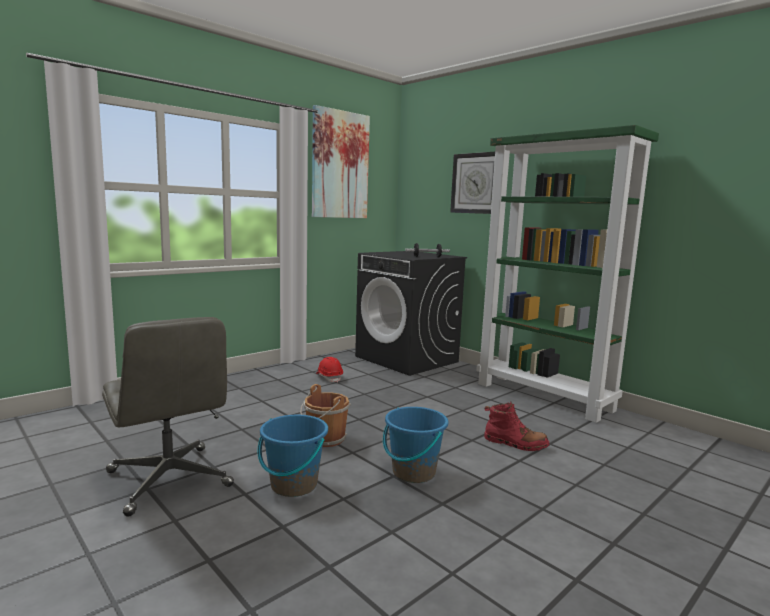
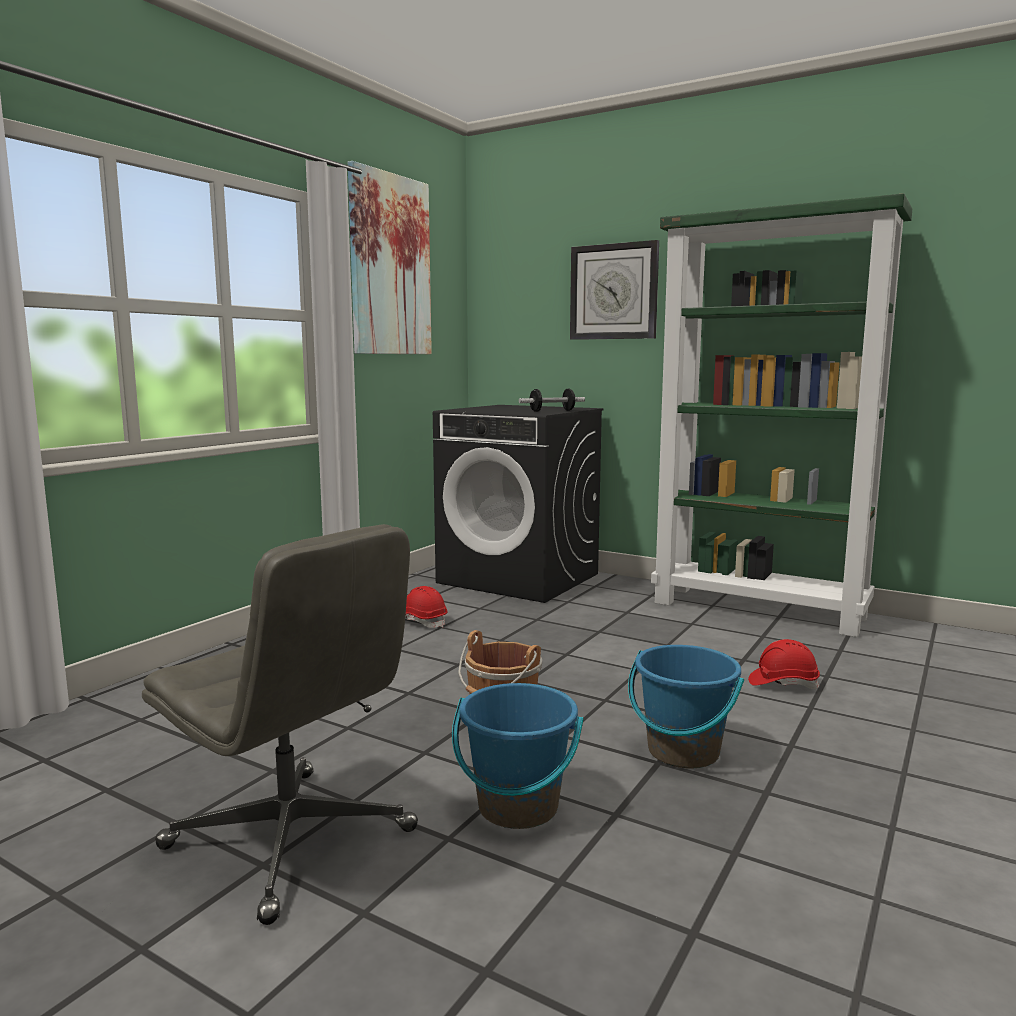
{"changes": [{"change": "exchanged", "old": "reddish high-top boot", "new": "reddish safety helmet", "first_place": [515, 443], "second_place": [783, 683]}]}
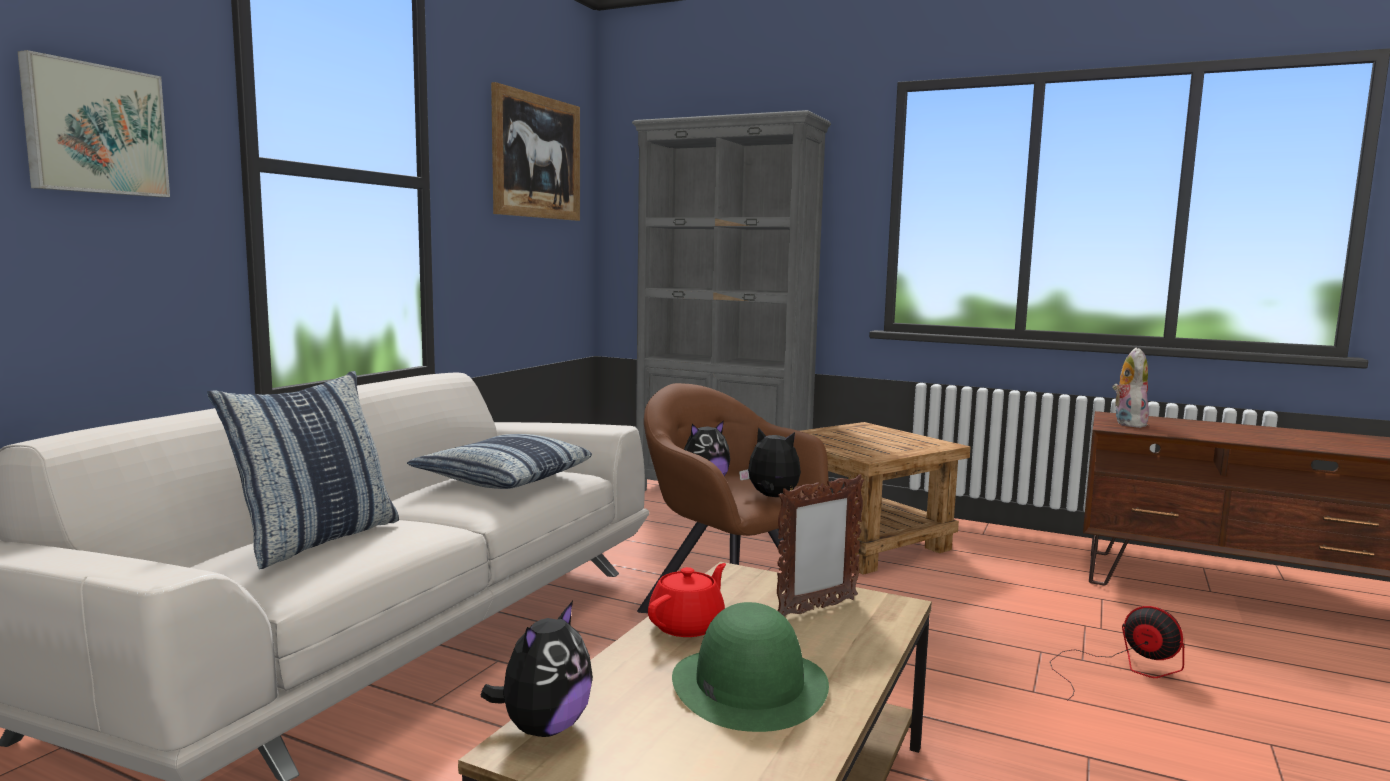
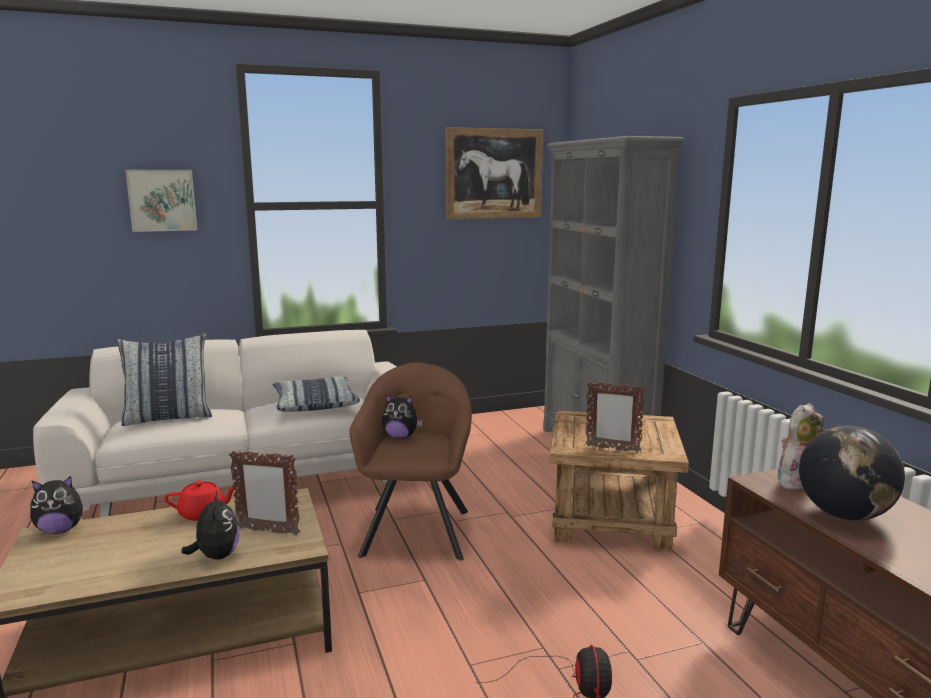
{"changes": [{"change": "relocated", "old": "cuddly toy", "first_place": [771, 497], "second_place": [216, 556]}, {"change": "appeared", "new": "photo frame", "second_place": [612, 449]}, {"change": "appeared", "new": "desk globe", "second_place": [844, 515]}, {"change": "missing", "old": "green-coloured wearable hat", "first_place": [749, 685]}]}
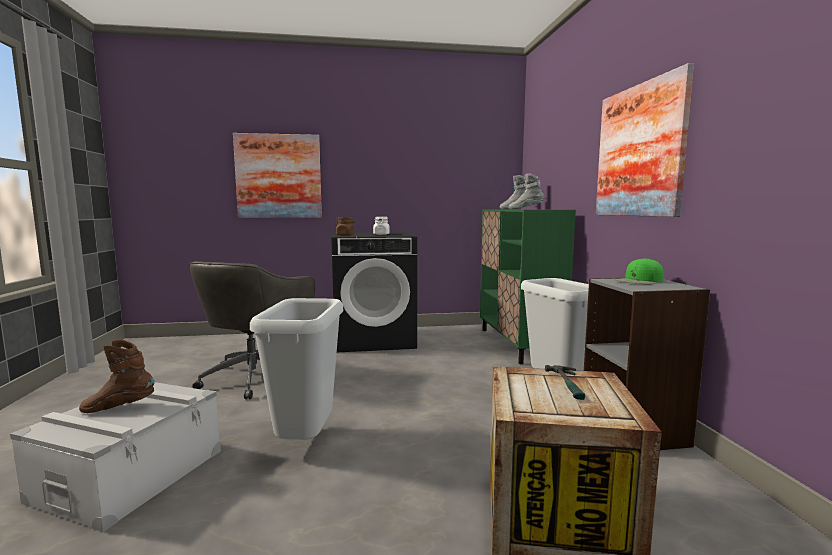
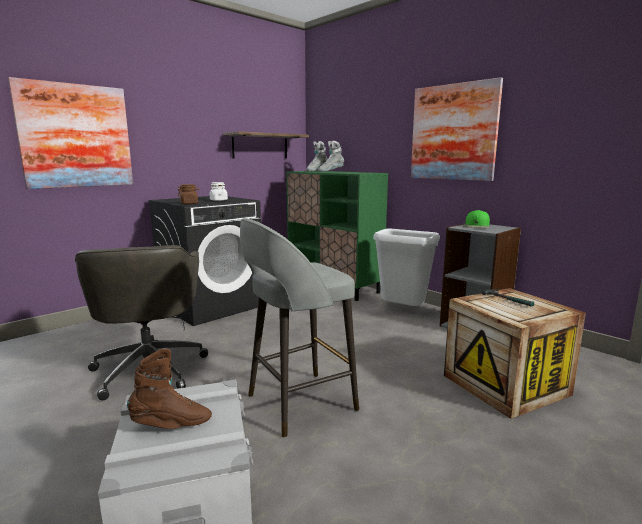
{"changes": [{"change": "spun", "old": "brown high-top boot", "first_place": [119, 408], "second_place": [171, 424], "degrees": -150}, {"change": "appeared", "new": "bracket shelf", "second_place": [260, 146]}, {"change": "exchanged", "old": "grey rubbish bin", "new": "grey stool", "first_place": [304, 442], "second_place": [298, 403]}]}
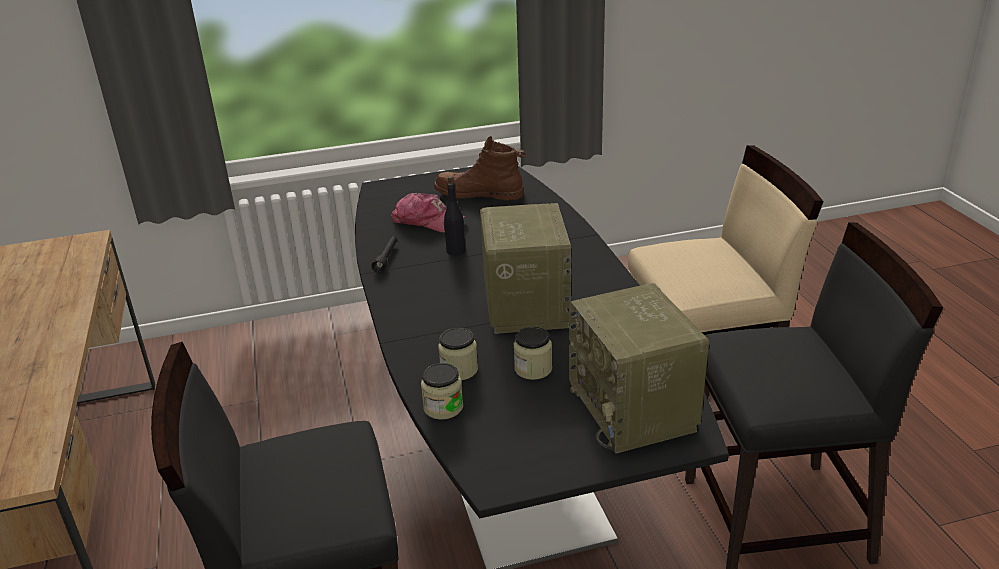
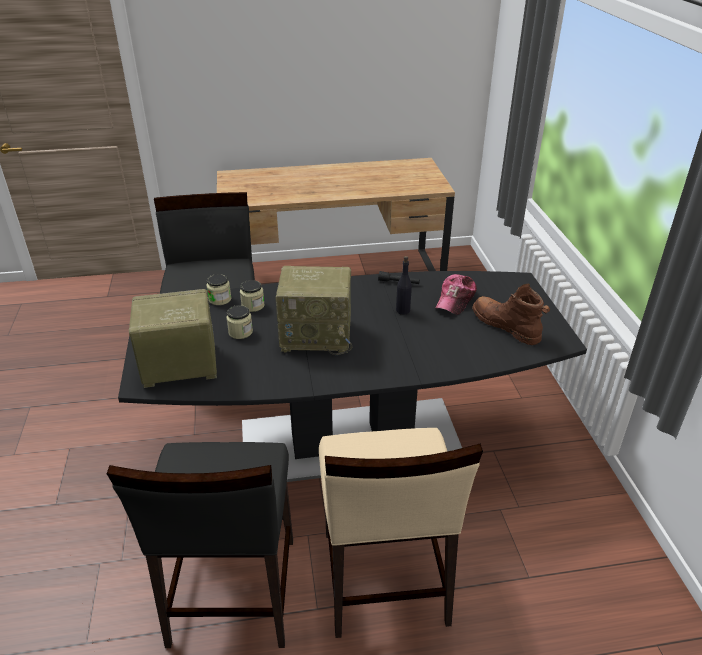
{"changes": [{"change": "spun", "old": "brown high-top boot", "first_place": [479, 194], "second_place": [506, 326], "degrees": -60}]}
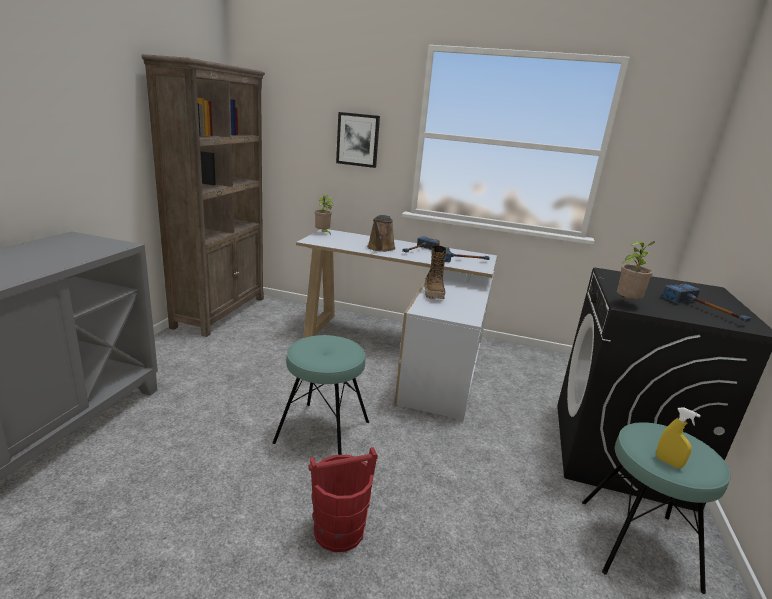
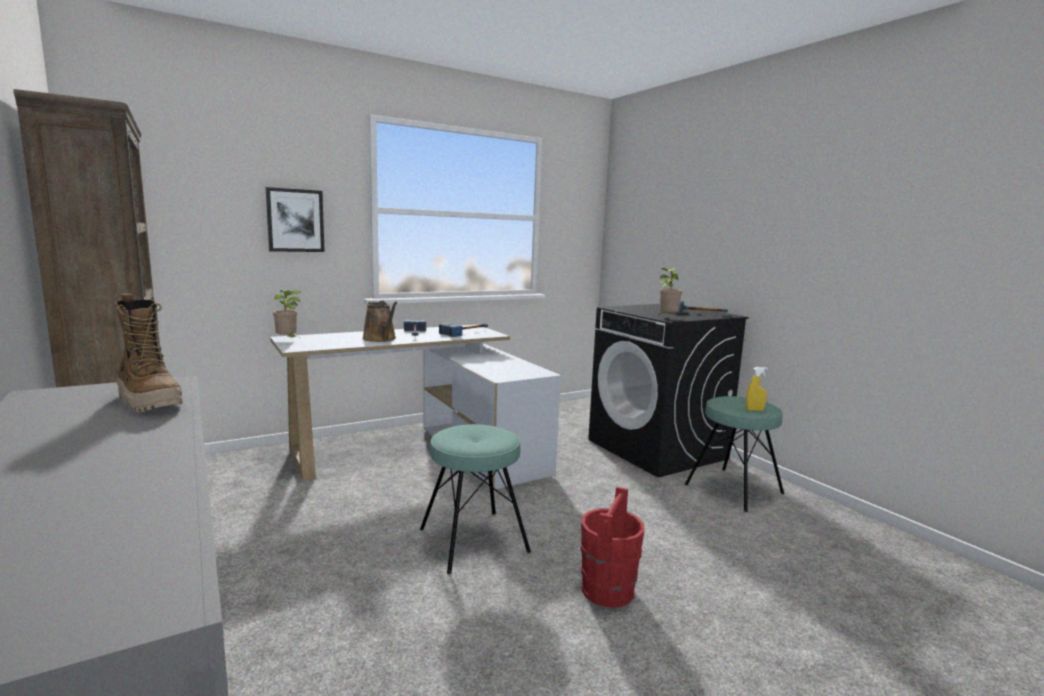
{"changes": [{"change": "relocated", "old": "high-top boot", "first_place": [433, 293], "second_place": [150, 402]}]}
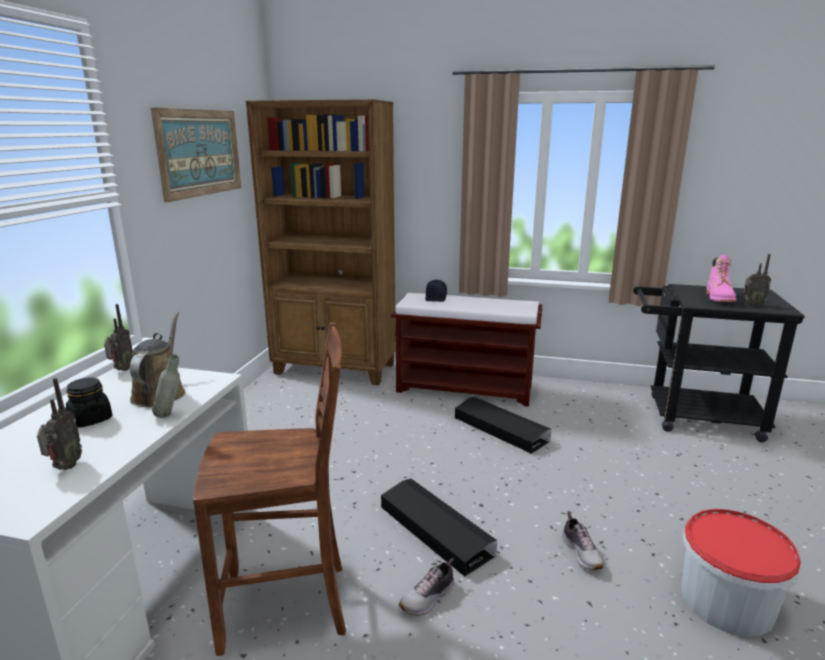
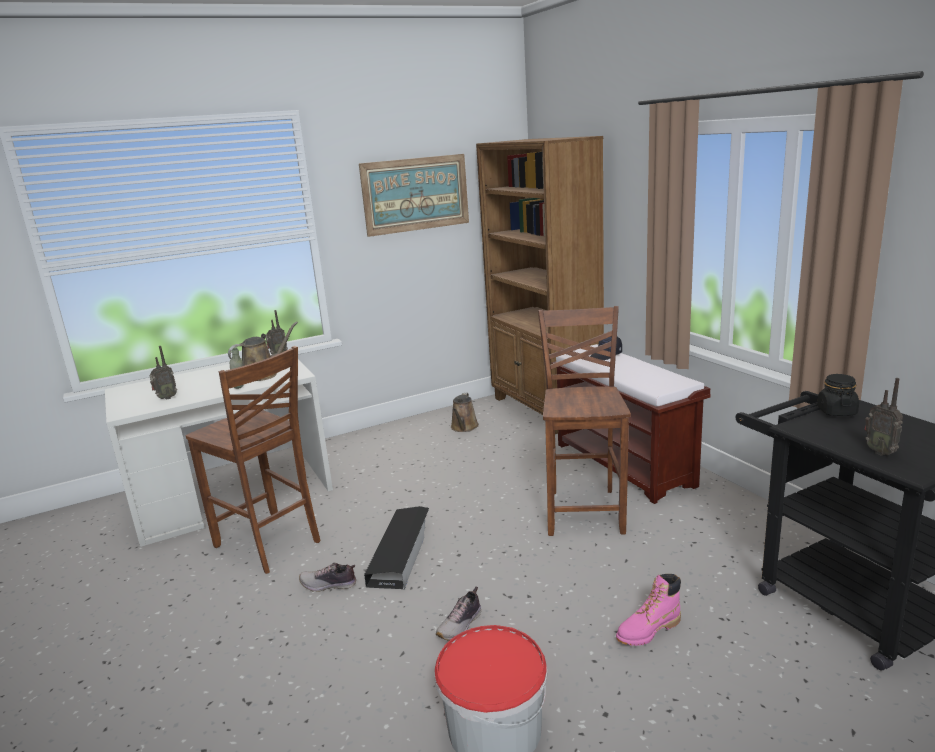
{"changes": [{"change": "appeared", "new": "brown watering can", "second_place": [464, 427]}, {"change": "exchanged", "old": "black storage bin", "new": "brown chair", "first_place": [500, 429], "second_place": [585, 511]}, {"change": "relocated", "old": "pink-coloured high-top boot", "first_place": [719, 298], "second_place": [648, 630]}, {"change": "relocated", "old": "black preserve jar", "first_place": [91, 419], "second_place": [836, 411]}]}
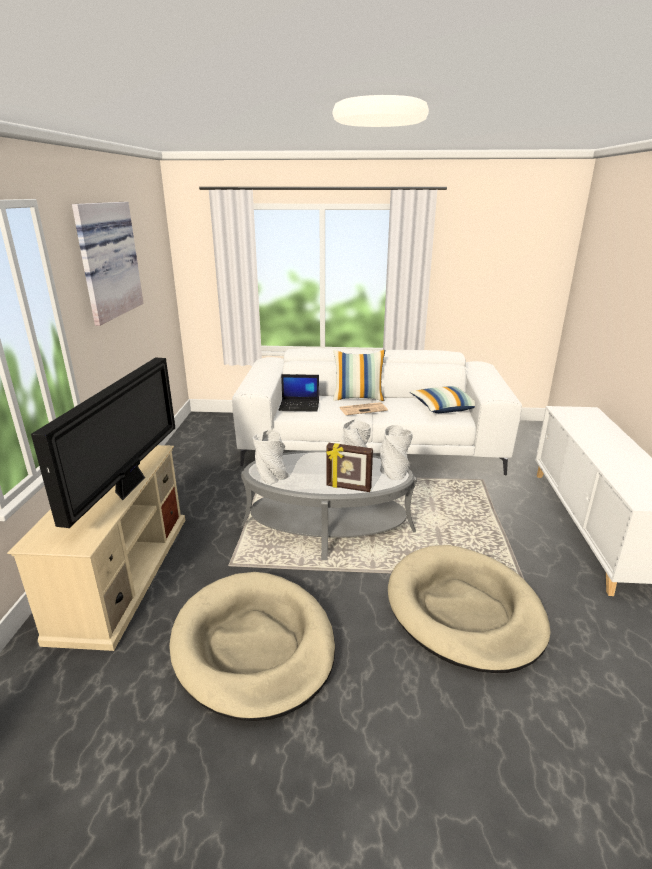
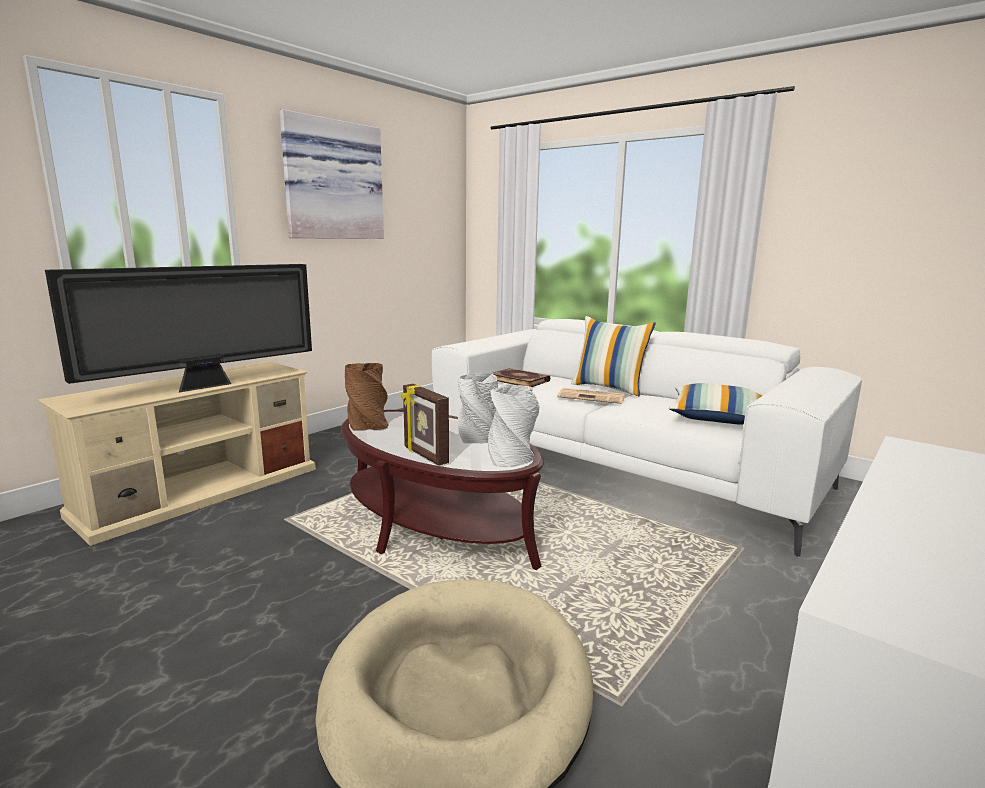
{"changes": [{"change": "colour", "old": "grey low table", "new": "brown low table", "first_place": [327, 527], "second_place": [436, 524]}, {"change": "colour", "old": "grey flower vase", "new": "brown flower vase", "first_place": [271, 477], "second_place": [367, 425]}, {"change": "exchanged", "old": "portable computer", "new": "volume", "first_place": [300, 406], "second_place": [520, 380]}, {"change": "missing", "old": "beige pet bed", "first_place": [254, 646]}]}
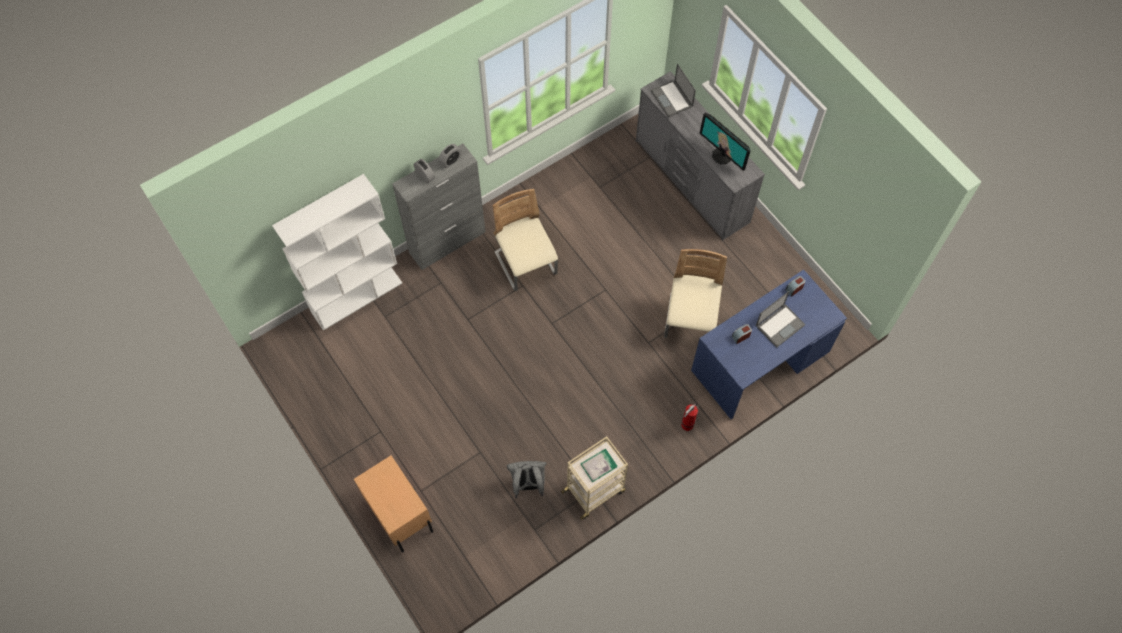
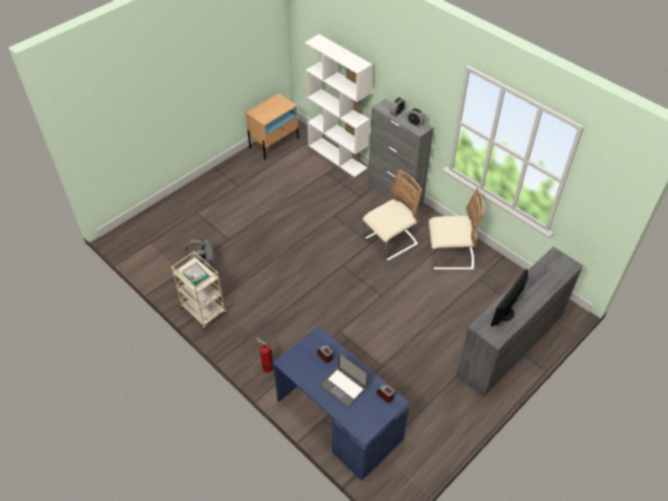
{"changes": [{"change": "relocated", "old": "beige bedside table", "first_place": [399, 513], "second_place": [274, 143]}, {"change": "relocated", "old": "beige chair", "first_place": [690, 320], "second_place": [450, 256]}, {"change": "missing", "old": "portable computer", "first_place": [672, 99]}]}
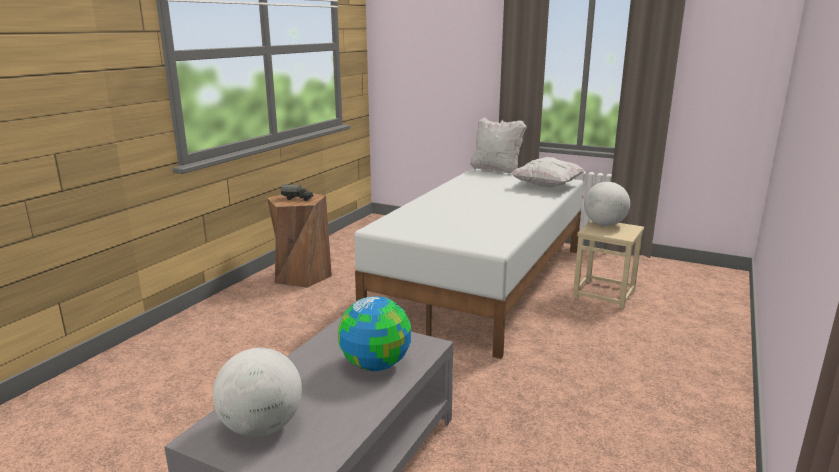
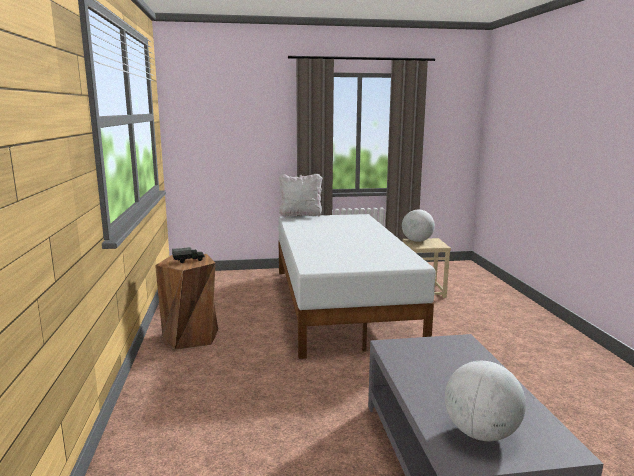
{"changes": [{"change": "missing", "old": "desk globe", "first_place": [376, 364]}, {"change": "missing", "old": "white-coloured throw pillow", "first_place": [546, 186]}]}
